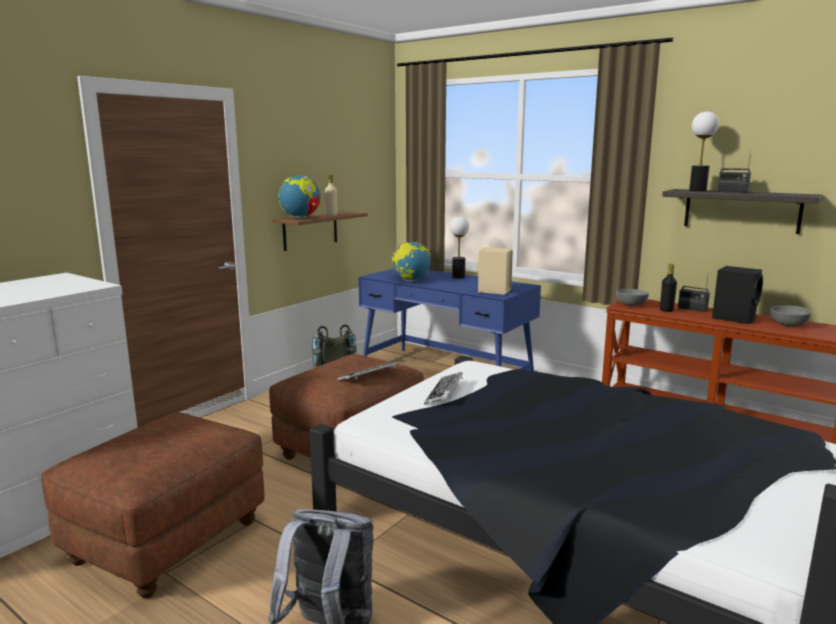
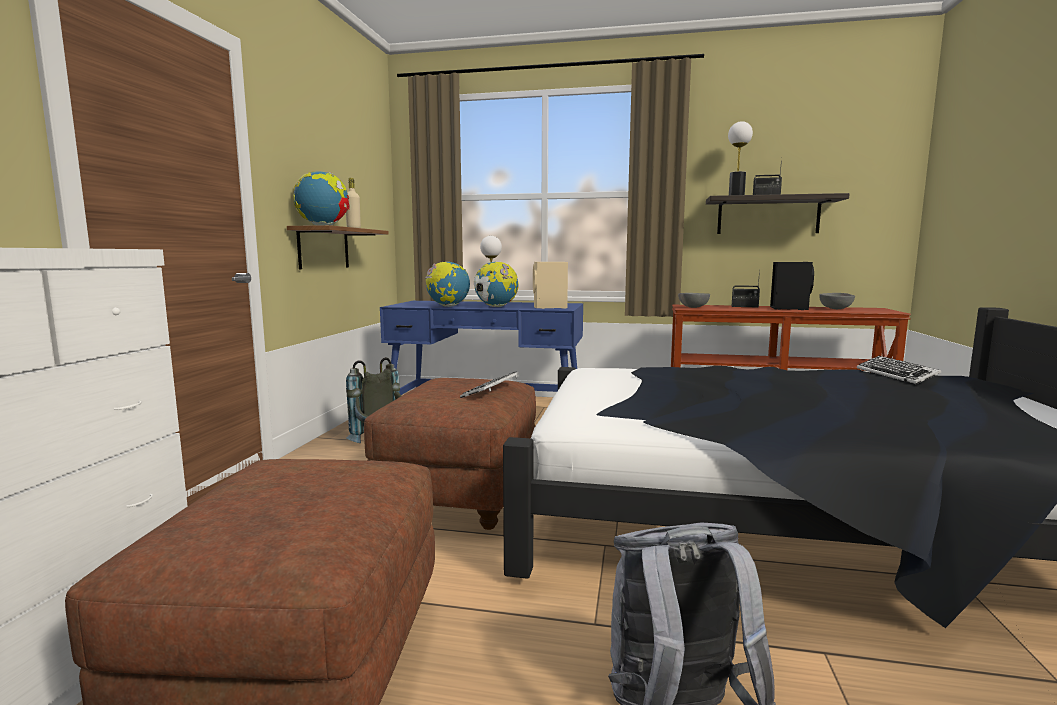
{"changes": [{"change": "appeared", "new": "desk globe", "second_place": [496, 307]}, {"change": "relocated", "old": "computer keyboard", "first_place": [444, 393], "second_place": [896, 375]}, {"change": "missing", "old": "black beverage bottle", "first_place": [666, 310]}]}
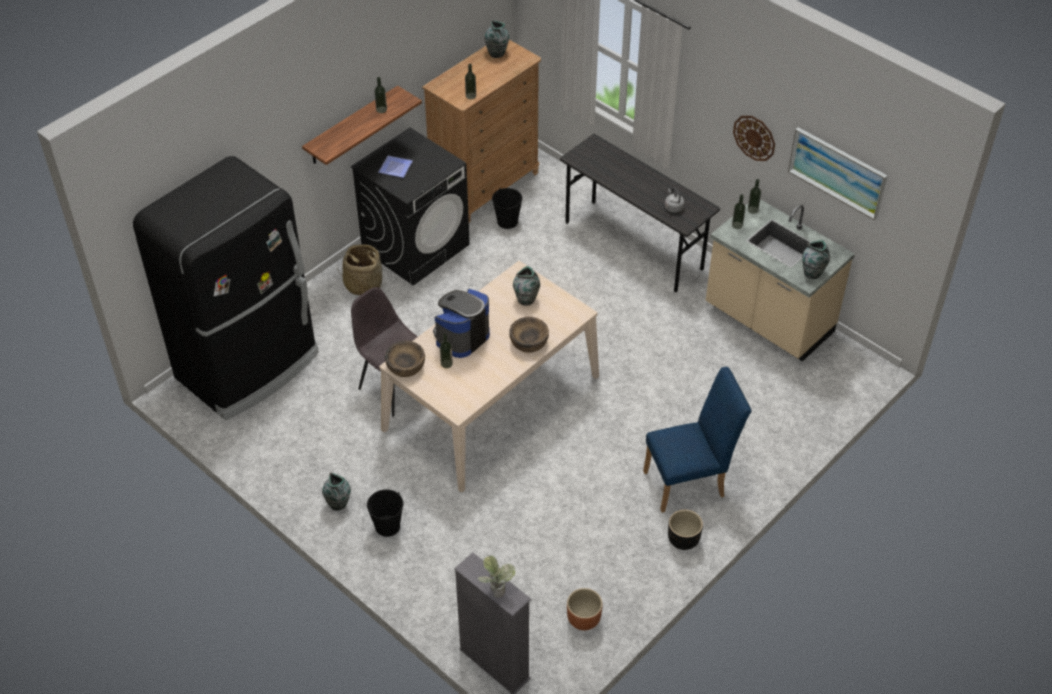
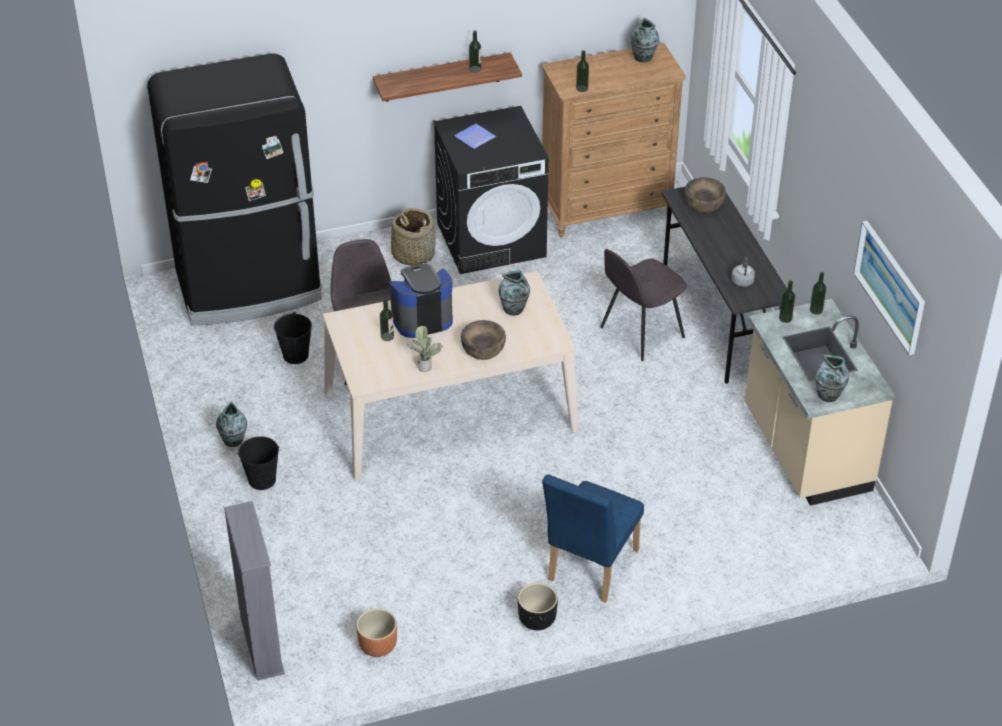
{"changes": [{"change": "relocated", "old": "black bucket", "first_place": [507, 221], "second_place": [296, 355]}, {"change": "relocated", "old": "potted plant", "first_place": [496, 588], "second_place": [424, 365]}, {"change": "spun", "old": "blue chair", "first_place": [690, 482], "second_place": [589, 569], "degrees": 105}, {"change": "appeared", "new": "grey chair", "second_place": [640, 333]}, {"change": "relocated", "old": "brown deep dish", "first_place": [405, 366], "second_place": [704, 203]}, {"change": "missing", "old": "hanging clock", "first_place": [754, 137]}]}
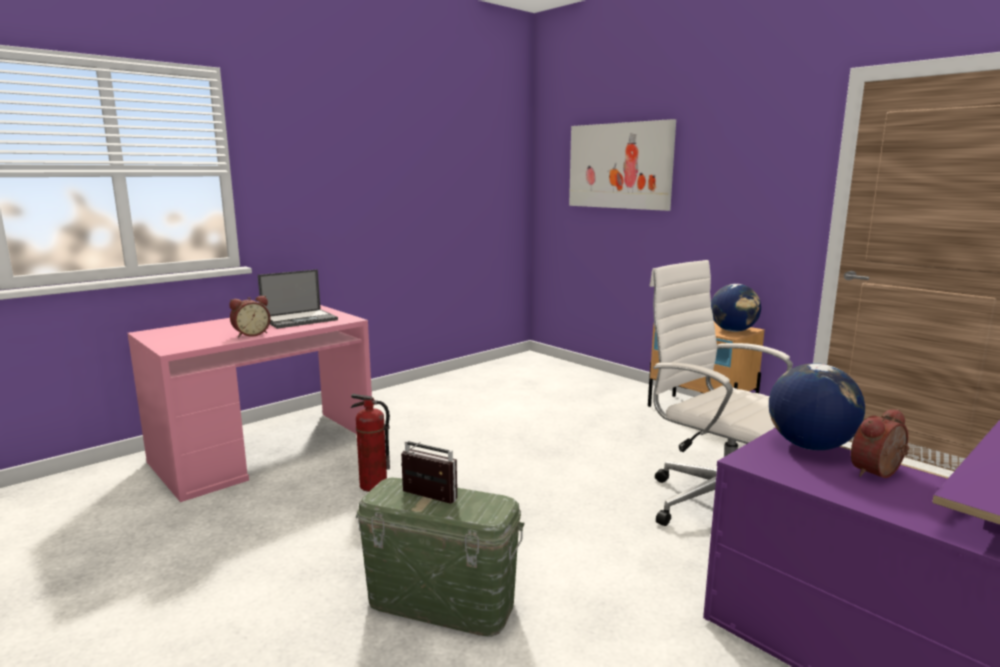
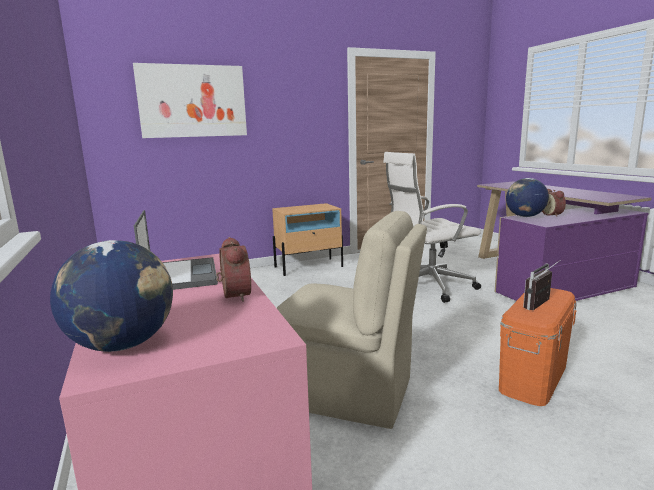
{"changes": [{"change": "relocated", "old": "desk globe", "first_place": [733, 331], "second_place": [123, 344]}, {"change": "exchanged", "old": "fire-fighting cylinder", "new": "beige chair", "first_place": [373, 486], "second_place": [348, 392]}, {"change": "colour", "old": "green-coloured storage bin", "new": "orange storage bin", "first_place": [440, 602], "second_place": [534, 377]}]}
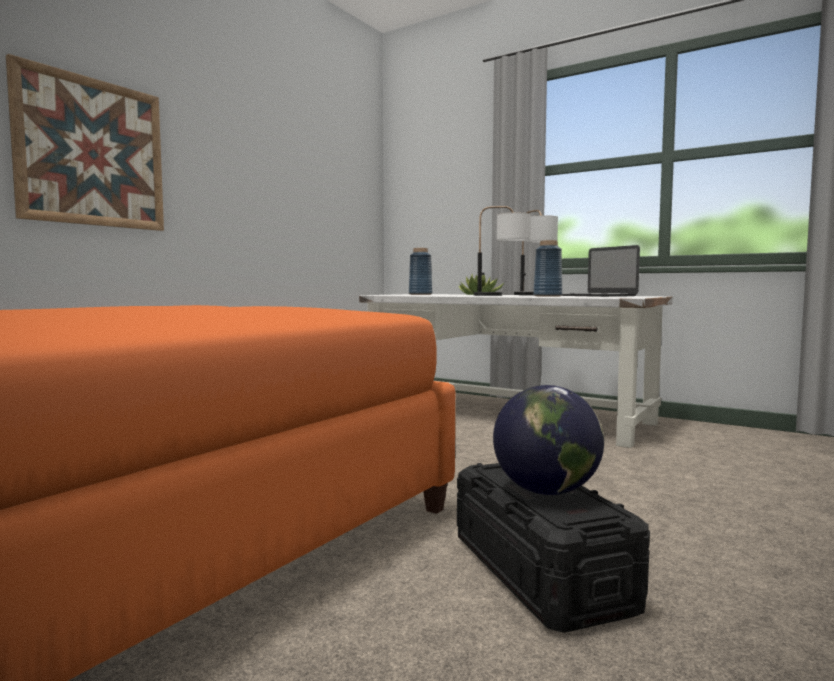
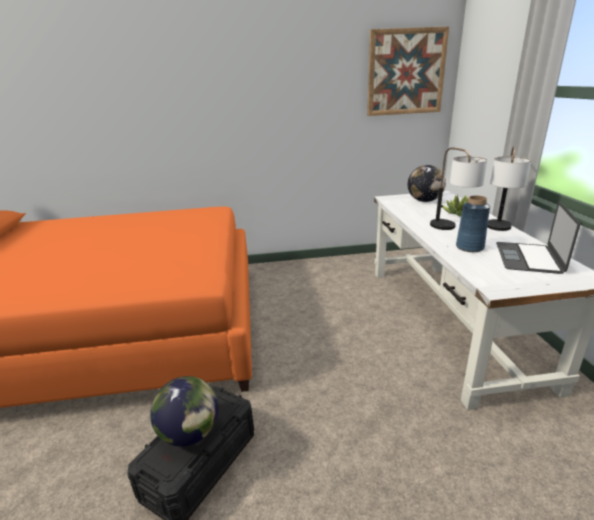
{"changes": [{"change": "relocated", "old": "wall picture", "first_place": [92, 152], "second_place": [406, 72]}, {"change": "exchanged", "old": "blue flower vase", "new": "desk globe", "first_place": [420, 294], "second_place": [424, 201]}]}
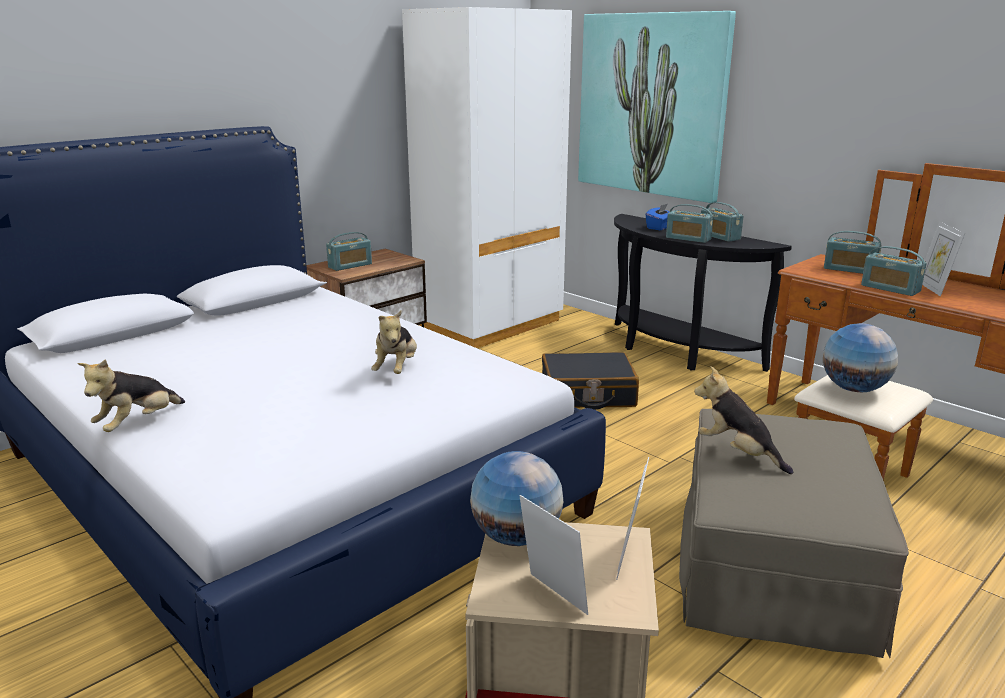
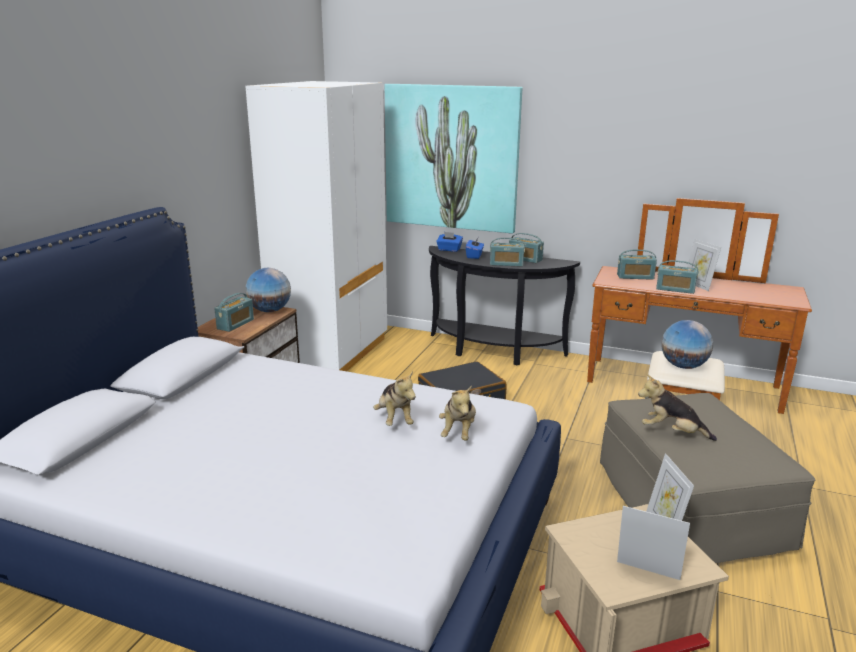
{"changes": [{"change": "relocated", "old": "desk globe", "first_place": [516, 537], "second_place": [269, 311]}, {"change": "appeared", "new": "blue tissue box", "second_place": [449, 249]}, {"change": "relocated", "old": "cuddly toy", "first_place": [137, 424], "second_place": [458, 432]}]}
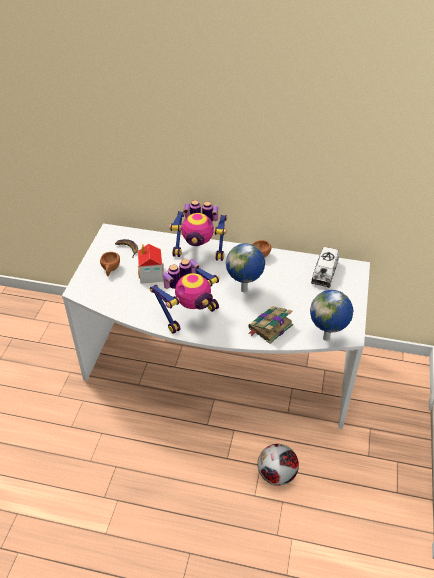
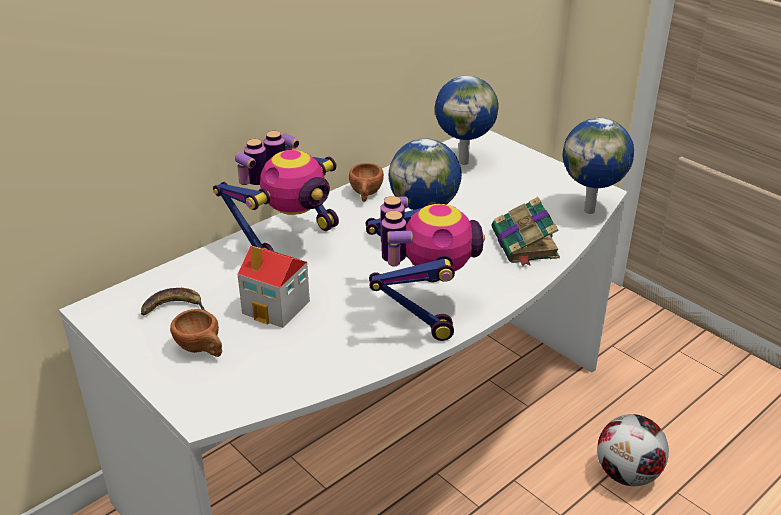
{"changes": [{"change": "exchanged", "old": "toy truck", "new": "desk globe", "first_place": [324, 273], "second_place": [464, 161]}]}
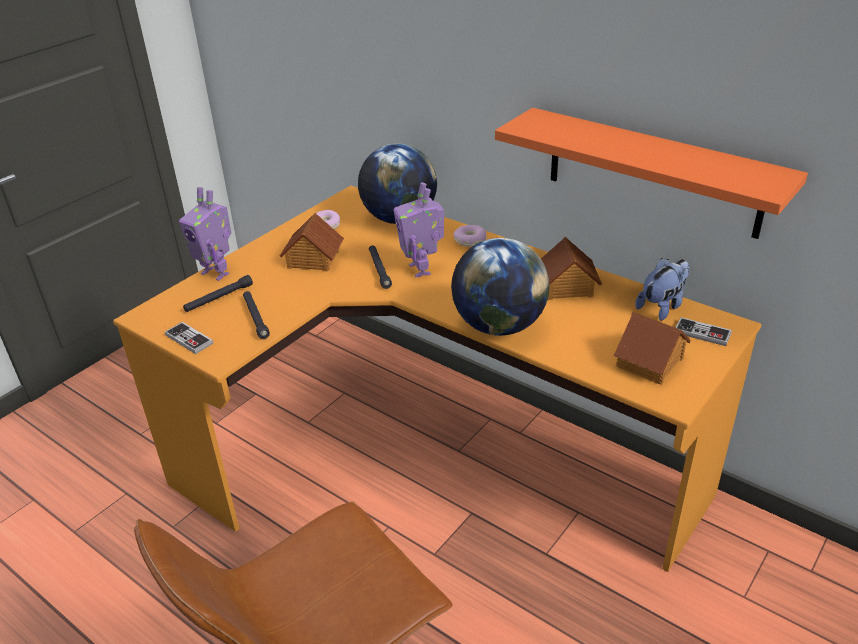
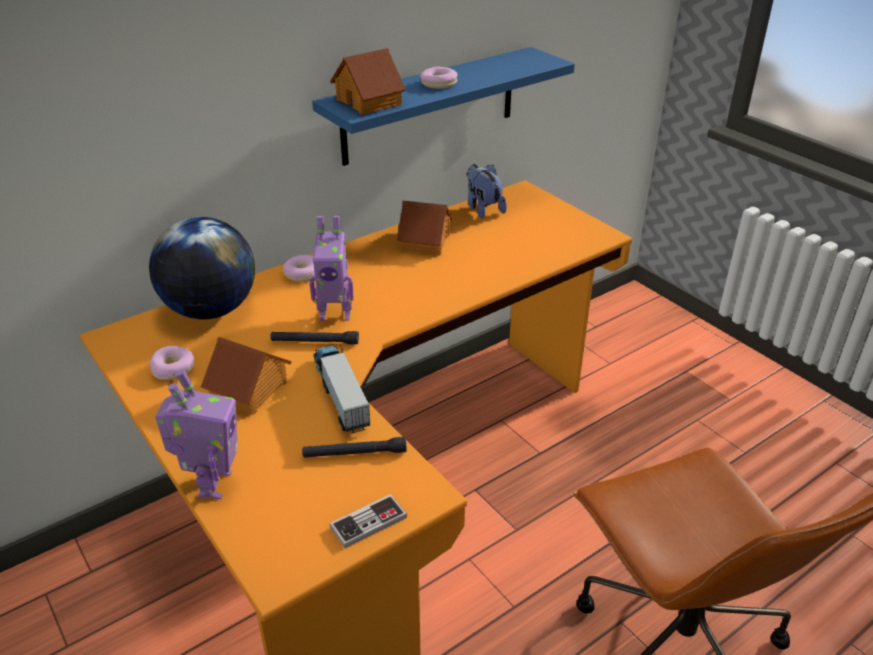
{"changes": [{"change": "spun", "old": "toy robot", "first_place": [216, 273], "second_place": [212, 484], "degrees": -45}, {"change": "colour", "old": "orange bracket shelf", "new": "blue bracket shelf", "first_place": [652, 172], "second_place": [430, 106]}, {"change": "appeared", "new": "toy truck", "second_place": [340, 393]}, {"change": "relocated", "old": "toy house", "first_place": [651, 362], "second_place": [369, 101]}, {"change": "appeared", "new": "doughnut", "second_place": [438, 84]}, {"change": "missing", "old": "black hand torch", "first_place": [219, 298]}, {"change": "missing", "old": "desk globe", "first_place": [498, 326]}, {"change": "missing", "old": "game controller", "first_place": [702, 333]}]}
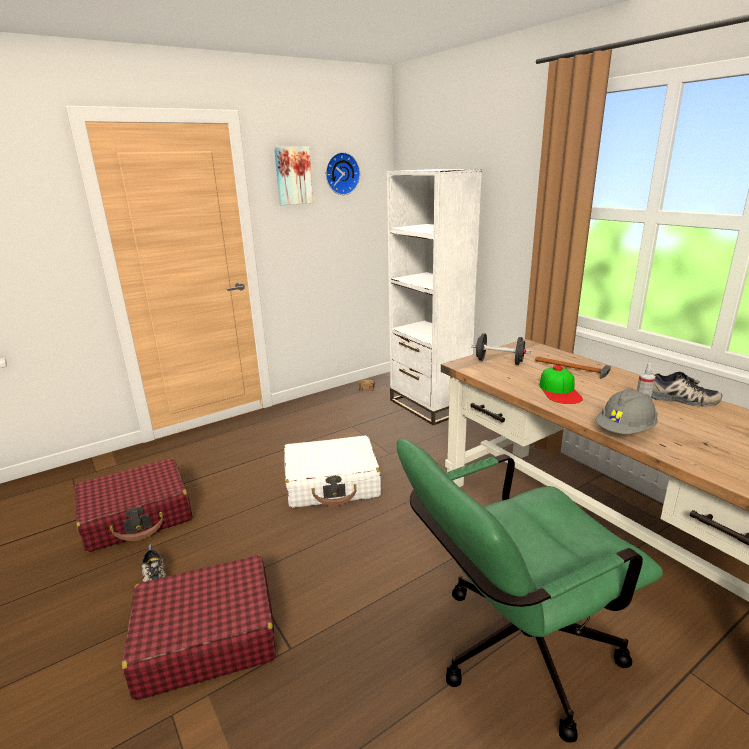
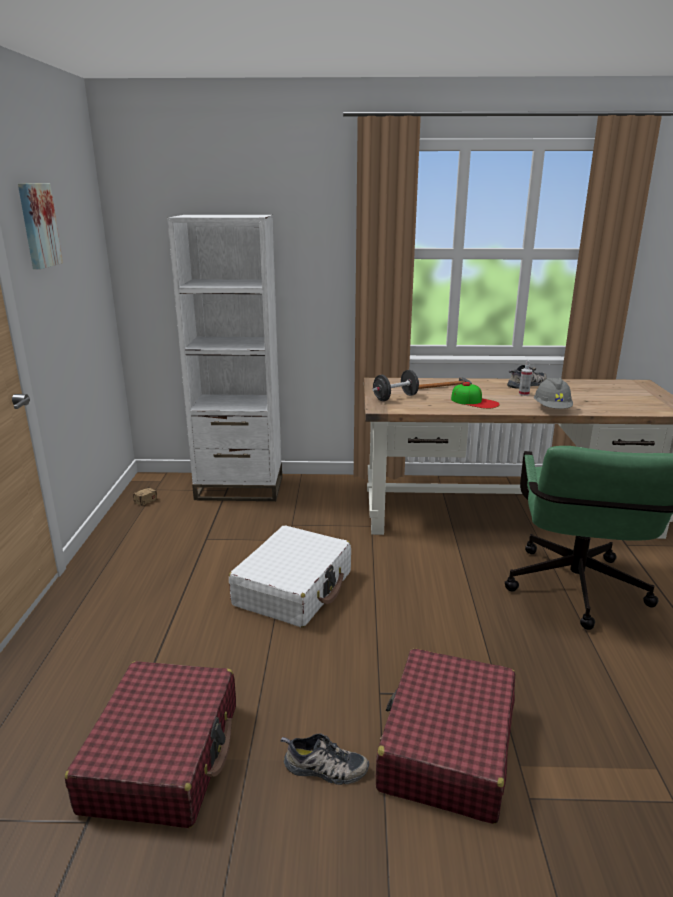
{"changes": [{"change": "missing", "old": "hanging clock", "first_place": [341, 173]}]}
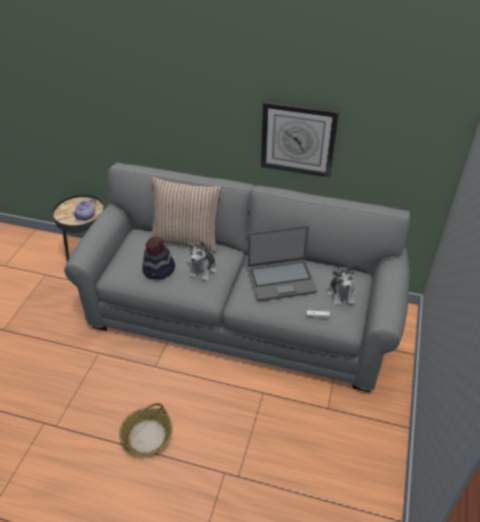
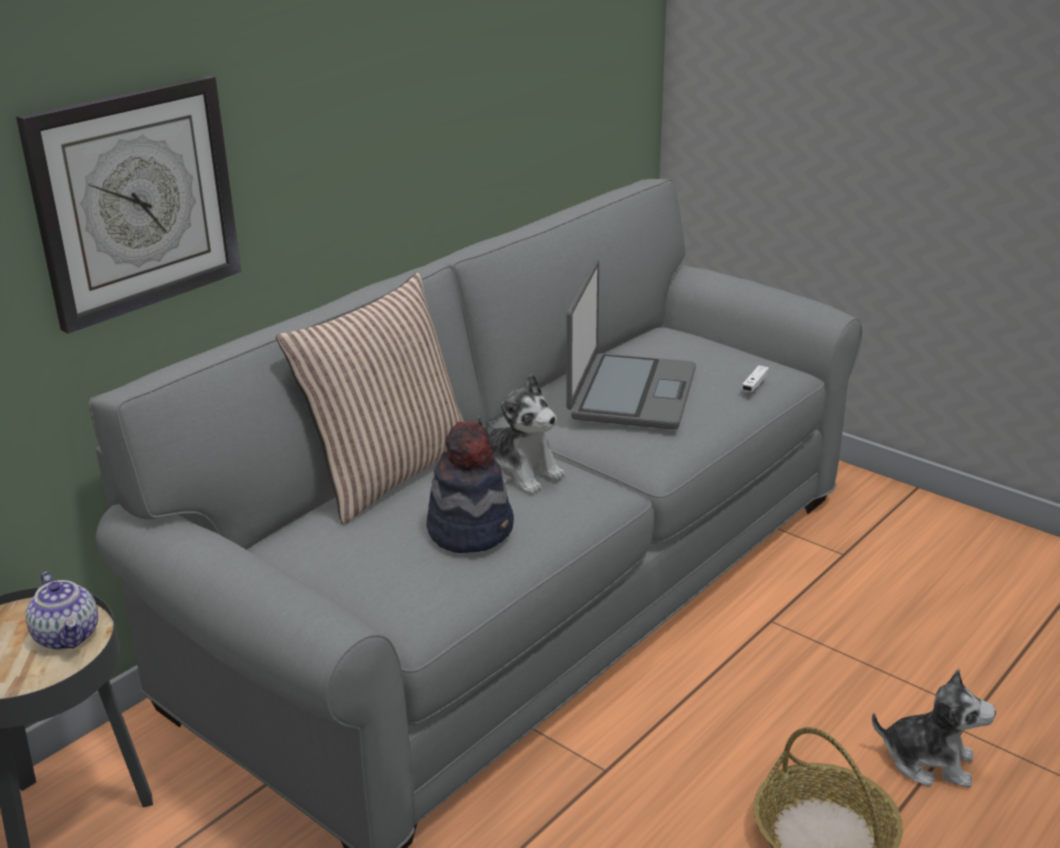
{"changes": [{"change": "relocated", "old": "hanging clock", "first_place": [298, 139], "second_place": [135, 200]}, {"change": "relocated", "old": "cuddly toy", "first_place": [341, 294], "second_place": [928, 761]}]}
